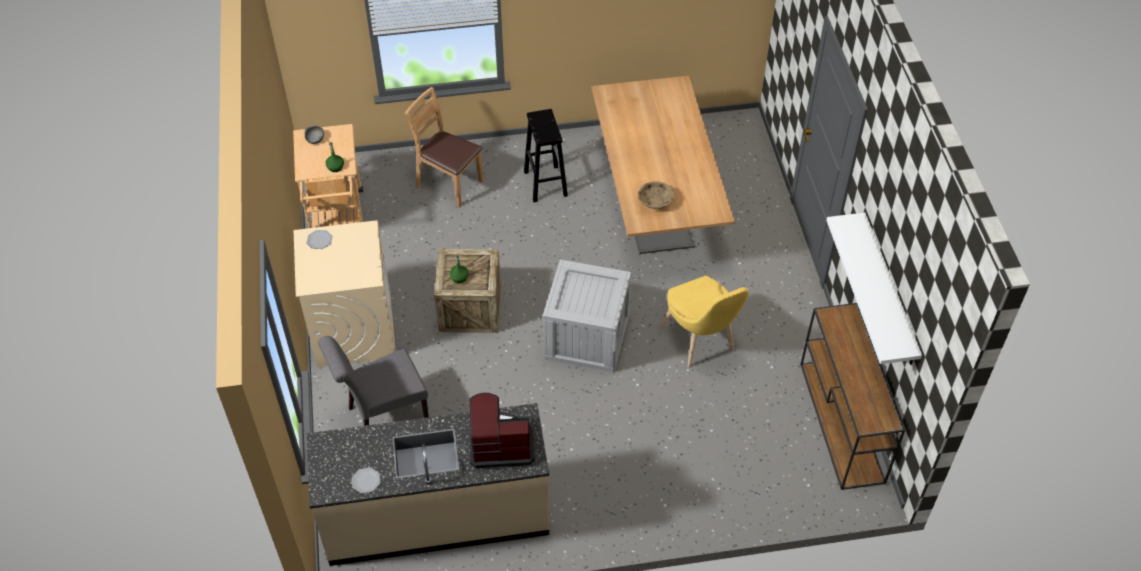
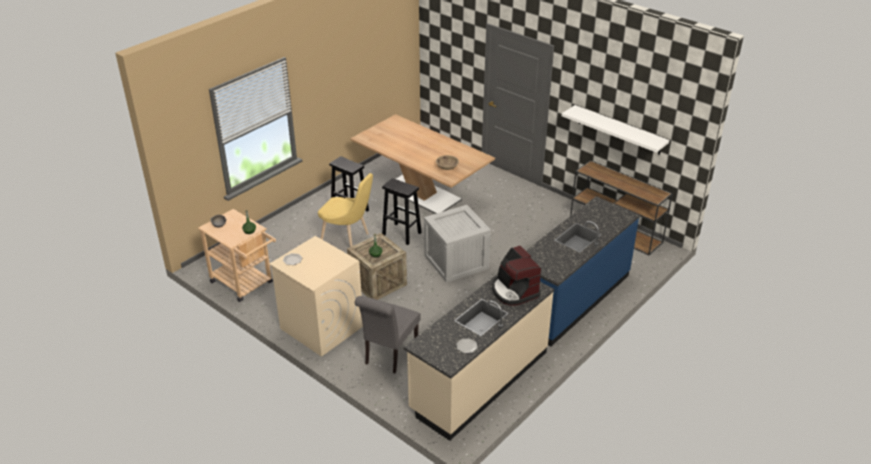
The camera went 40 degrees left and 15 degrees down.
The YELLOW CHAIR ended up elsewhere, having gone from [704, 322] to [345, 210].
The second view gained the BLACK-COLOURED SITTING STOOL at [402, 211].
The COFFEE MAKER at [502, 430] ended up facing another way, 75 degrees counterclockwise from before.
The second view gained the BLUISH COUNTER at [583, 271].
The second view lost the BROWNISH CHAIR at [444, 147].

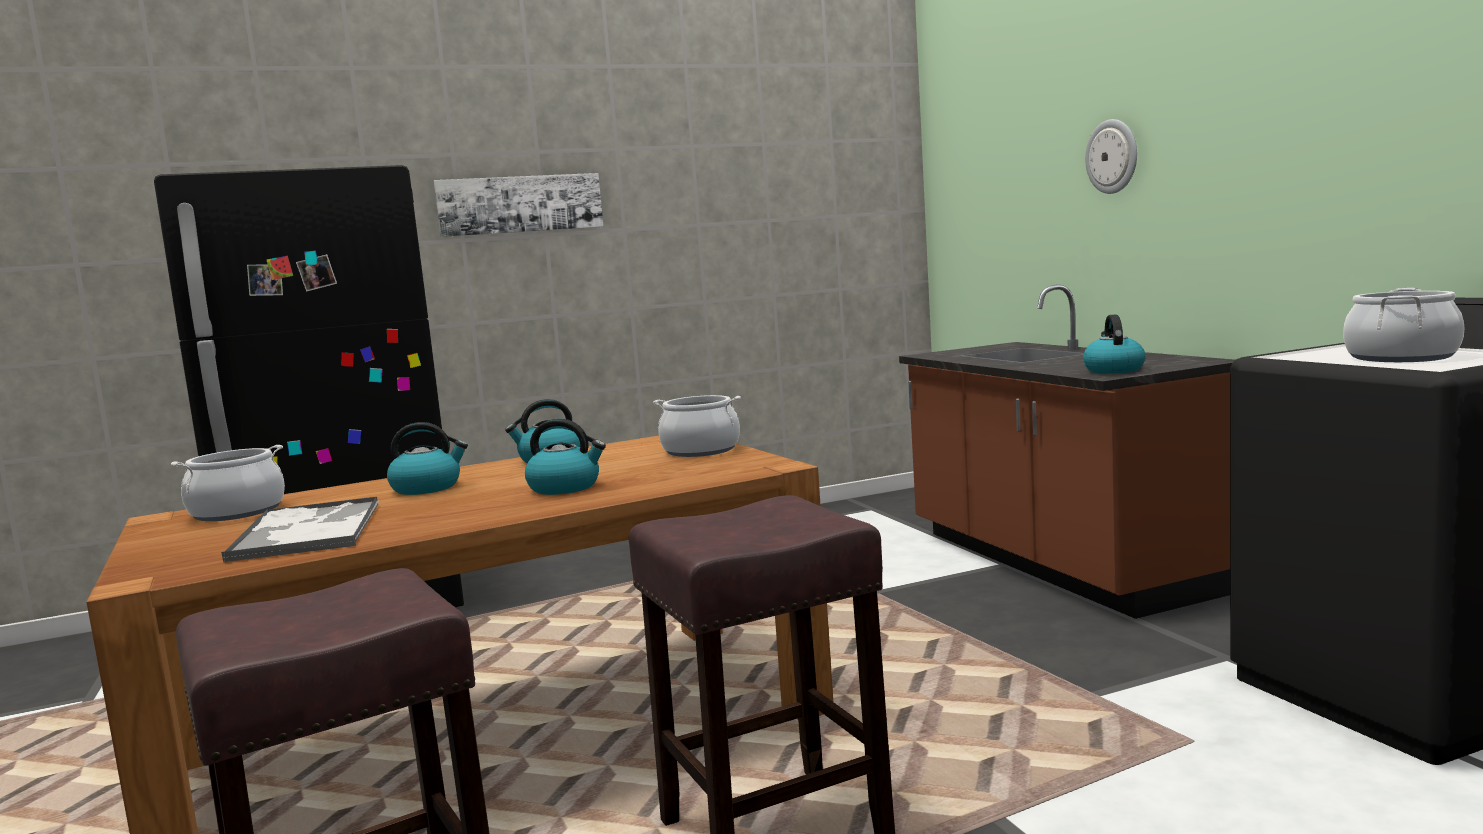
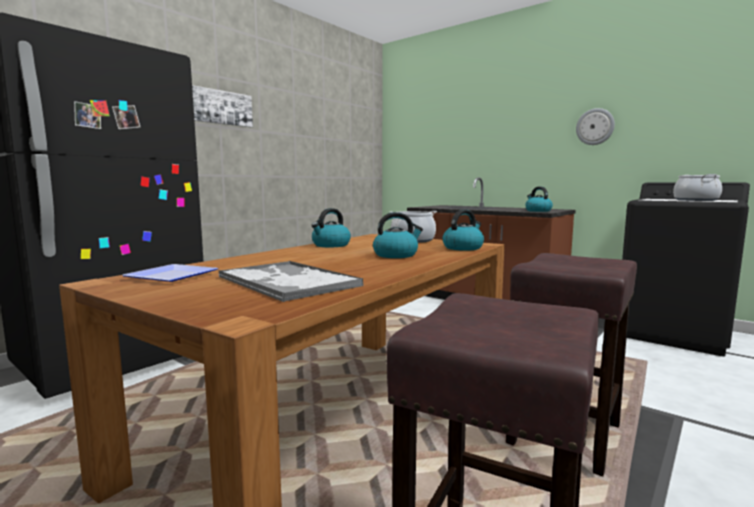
The camera went 30 degrees left and 0 degrees up.
Where the SAUCEPOT stood at [228, 483], the DINNER PLATE came to stand at [170, 273].
The TEA KETTLE ended up elsewhere, having gone from [427, 458] to [463, 230].
The WALL CLOCK ended up elsewhere, having gone from [1111, 156] to [595, 126].

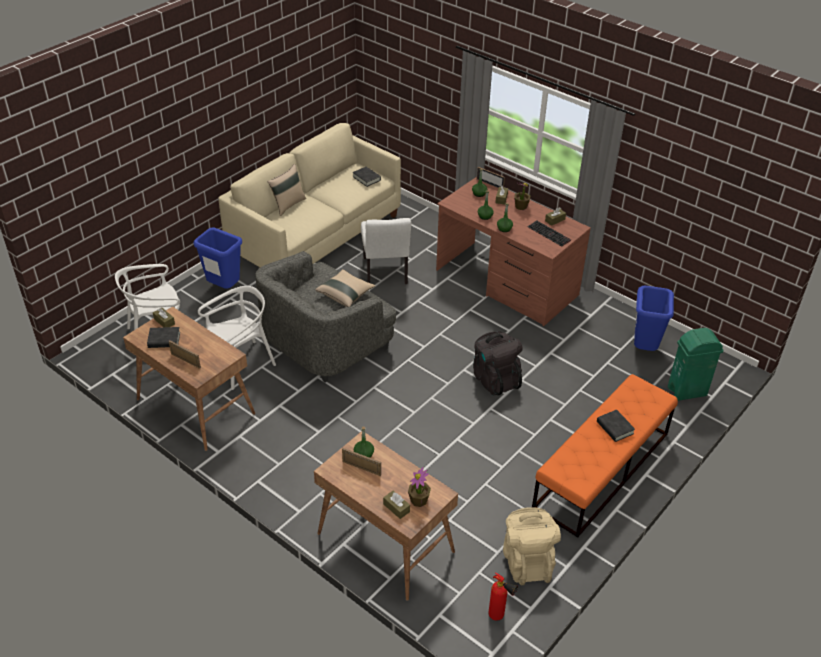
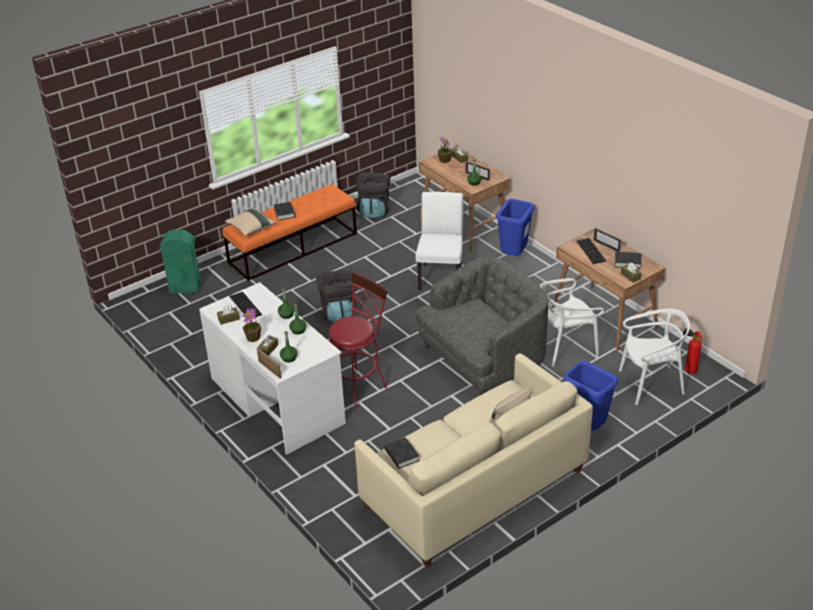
The camera went 165 degrees left and 5 degrees down.
What was the BROWNISH DESK UNIT at [513, 251] turned into the WHITE DESK UNIT at [272, 368].
The BEIGE CUSHION ended up elsewhere, having gone from [345, 288] to [250, 222].
The second view gained the RED-COLOURED SITTING STOOL at [358, 341].
What was the BEIGE BACKPACK at [532, 546] turned into the BLACK-COLOURED BACKPACK at [373, 195].
The WHITE CHAIR ended up elsewhere, having gone from [386, 251] to [439, 241].
The BLUISH WASTE BIN ended up elsewhere, having gone from [654, 318] to [515, 227].
The second view gained the KEYBOARD at [591, 251].
The EXTINGUISHER ended up elsewhere, having gone from [503, 597] to [692, 351].

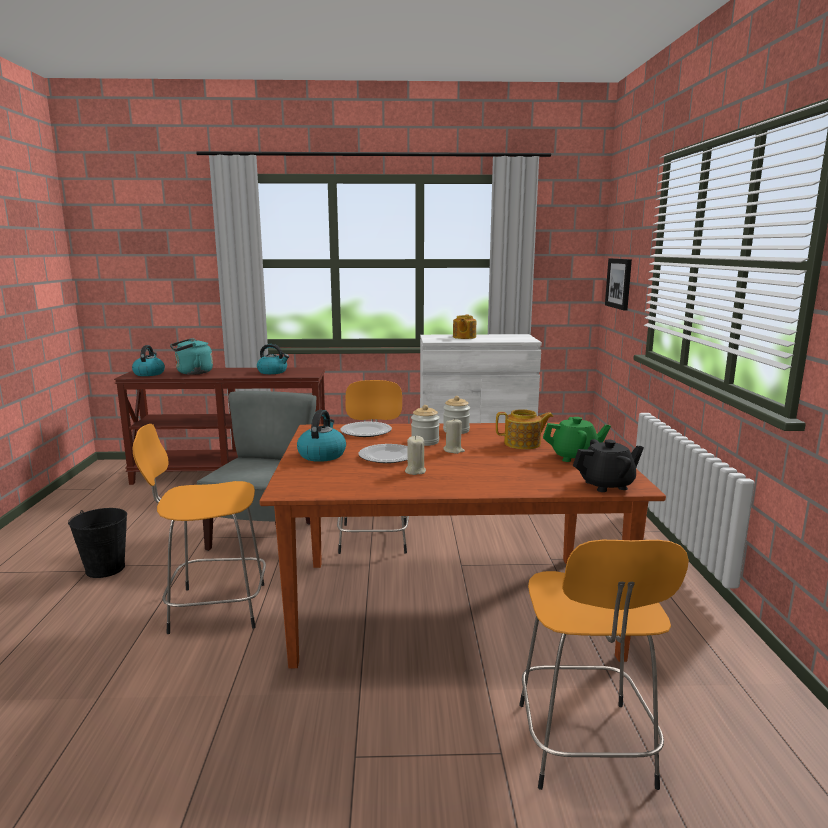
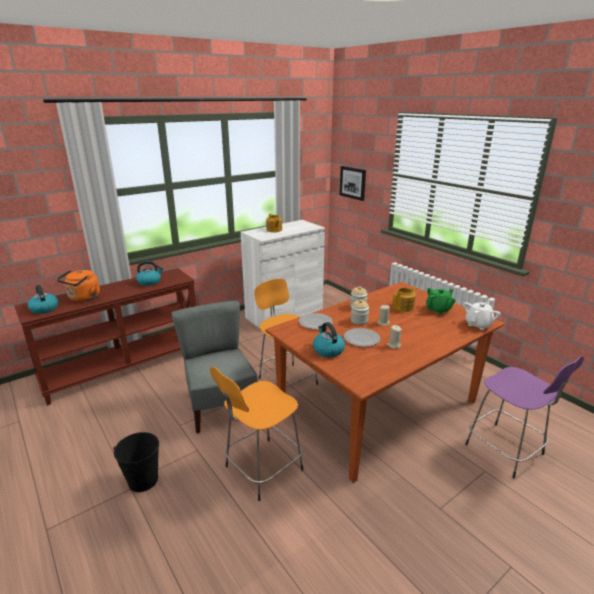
The camera went 35 degrees left and 10 degrees up.
What was the TURQUOISE-COLOURED TEA KETTLE at [191, 356] turned into the ORANGEY TEA KETTLE at [78, 286].
What was the BLACK-COLOURED POT FOR TEA at [608, 465] turned into the WHITE POT FOR TEA at [482, 315].
What was the ORANGEY SITTING STOOL at [604, 665] turned into the PURPLE-COLOURED SITTING STOOL at [524, 417].

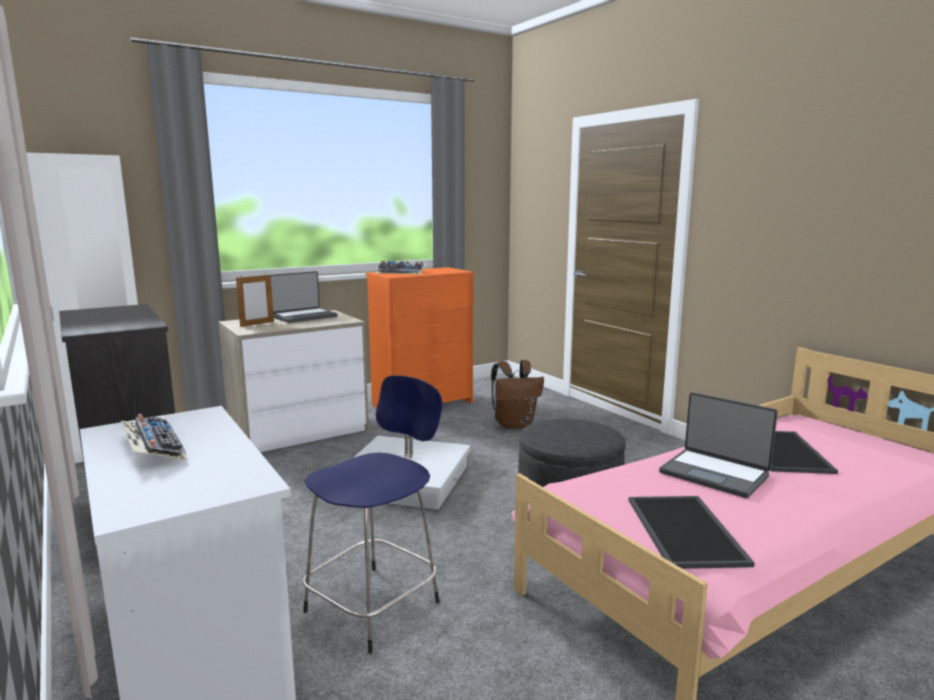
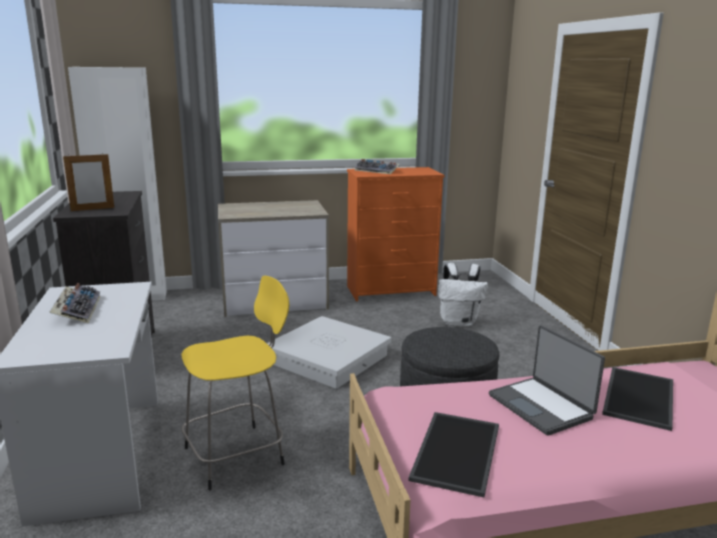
The camera went 20 degrees right and 5 degrees up.
The PHOTO FRAME ended up elsewhere, having gone from [255, 300] to [88, 182].
What was the BLUISH SITTING STOOL at [372, 514] turned into the YELLOW SITTING STOOL at [235, 383].
What was the BROWNISH BACKPACK at [517, 394] turned into the WHITE BACKPACK at [463, 295].
The second view lost the PORTABLE COMPUTER at [304, 297].

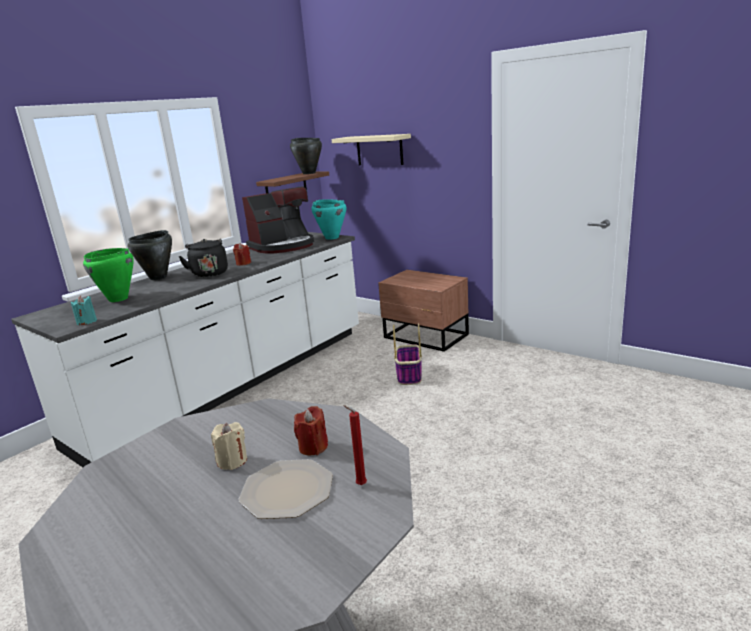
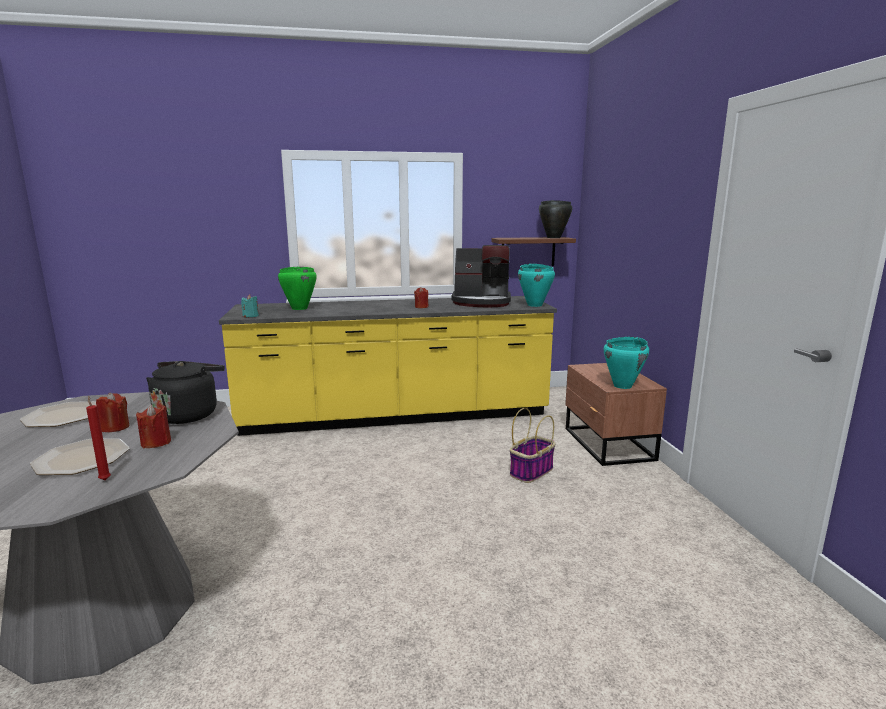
The camera went 40 degrees right and 5 degrees down.
The second view gained the DINNER PLATE at [58, 414].
What was the BEIGE WAX LIGHT at [229, 446] turned into the RED-COLOURED WAX LIGHT at [113, 412].
The BLACK-COLOURED TEA KETTLE ended up elsewhere, having gone from [203, 258] to [185, 392].
What was the WHITE COUNTER at [185, 349] turned into the YELLOW COUNTER at [388, 366].
The second view gained the TURQUOISE-COLOURED SAUCEPOT at [626, 363].
The second view lost the BLACK-COLOURED SAUCEPOT at [150, 255].
The second view lost the BEIGE SHELF at [371, 149].

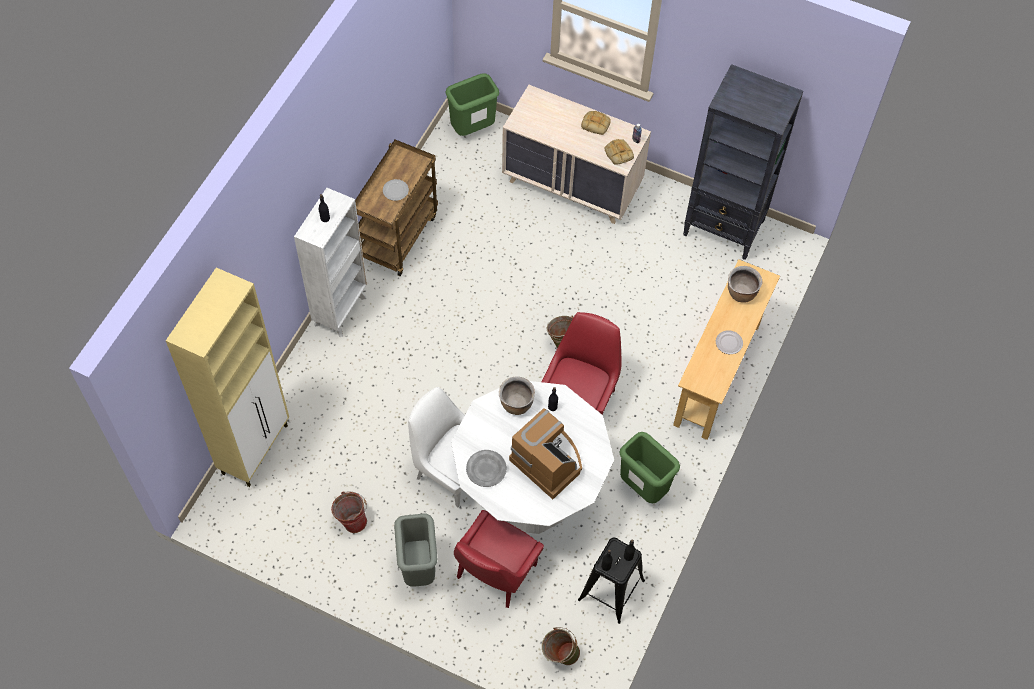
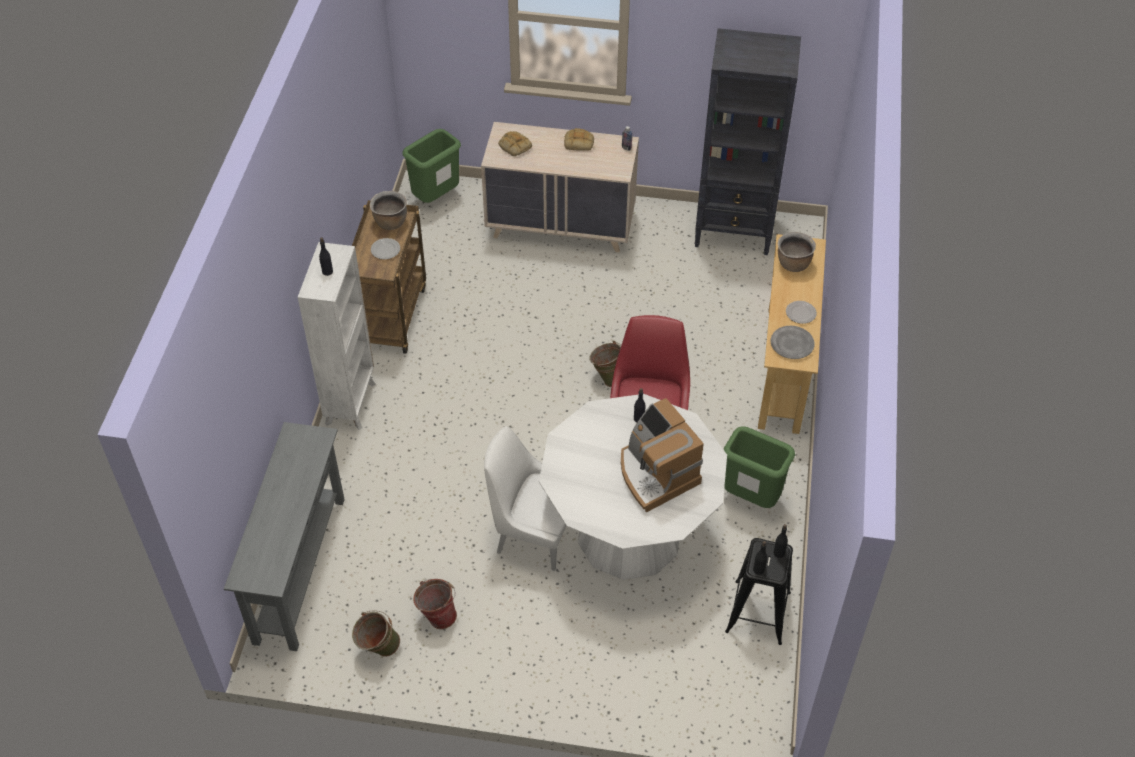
The camera went 15 degrees left and 10 degrees down.
Where the BEIGE STORAGE CABINET stood at [227, 377], the GREYISH NARROW TABLE came to stand at [284, 536].
The GREEN-COLOURED PAIL ended up elsewhere, having gone from [561, 646] to [376, 633].
The BROWNISH SAUCEPOT ended up elsewhere, having gone from [517, 395] to [388, 210].
The BREAD ended up elsewhere, having gone from [619, 152] to [515, 143].
The COFFEE MAKER at [545, 453] ended up facing another way, 150 degrees counterclockwise from before.
The GREYISH DINNER PLATE ended up elsewhere, having gone from [486, 468] to [793, 342].
The second view lost the GREYISH WASTE BIN at [415, 550].
The second view lost the RED-COLOURED CHAIR at [499, 559].

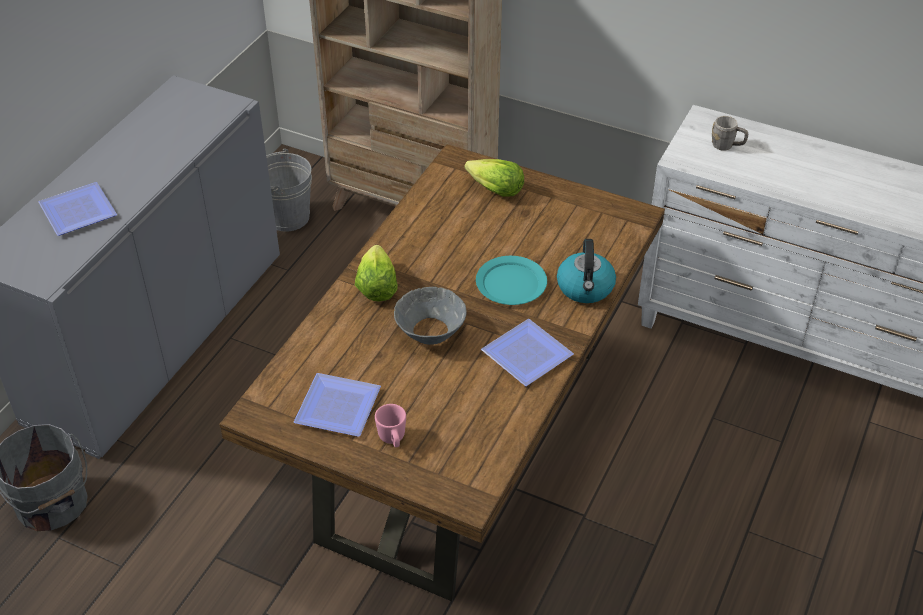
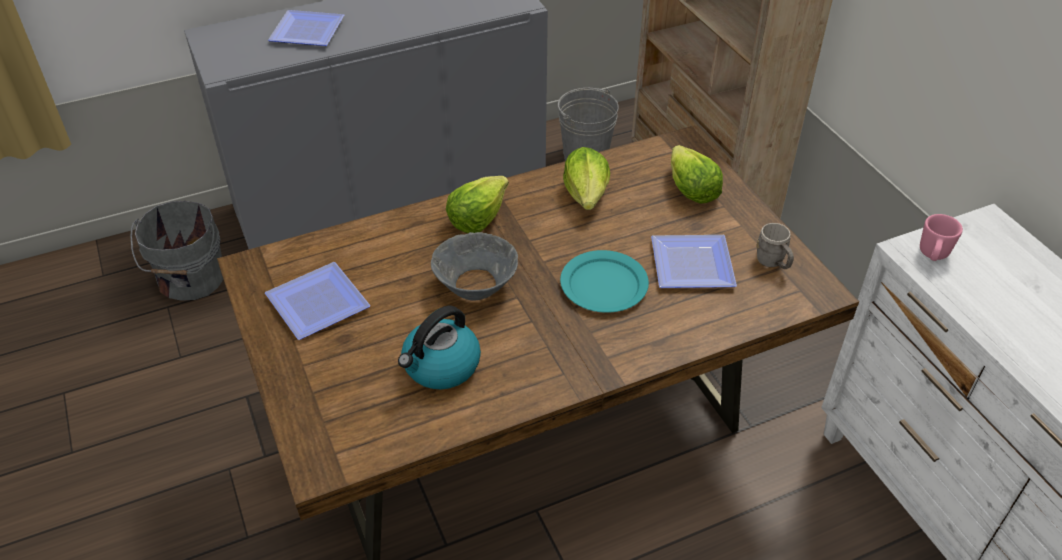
The camera went 40 degrees right and 0 degrees up.
The TEA KETTLE ended up elsewhere, having gone from [586, 271] to [439, 347].
The second view gained the LETTUCE at [586, 178].
The DINNER PLATE ended up elsewhere, having gone from [527, 352] to [694, 261].
The GREYISH TEA MUG ended up elsewhere, having gone from [730, 133] to [775, 246].
The PINK TEA MUG ended up elsewhere, having gone from [390, 425] to [941, 237].

